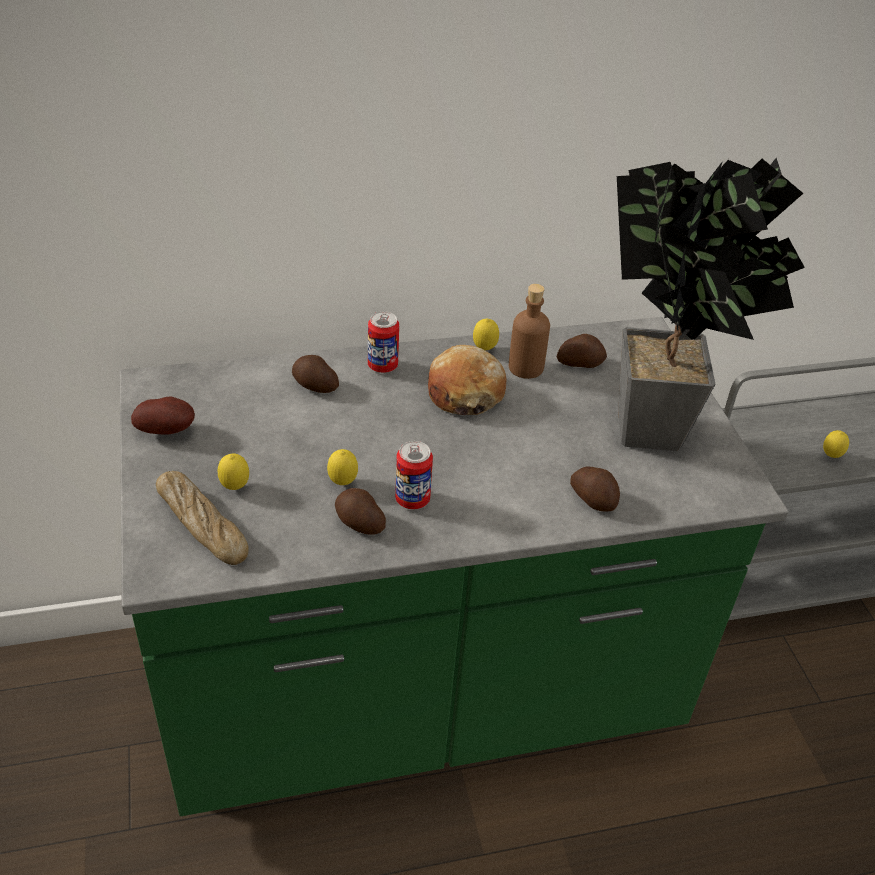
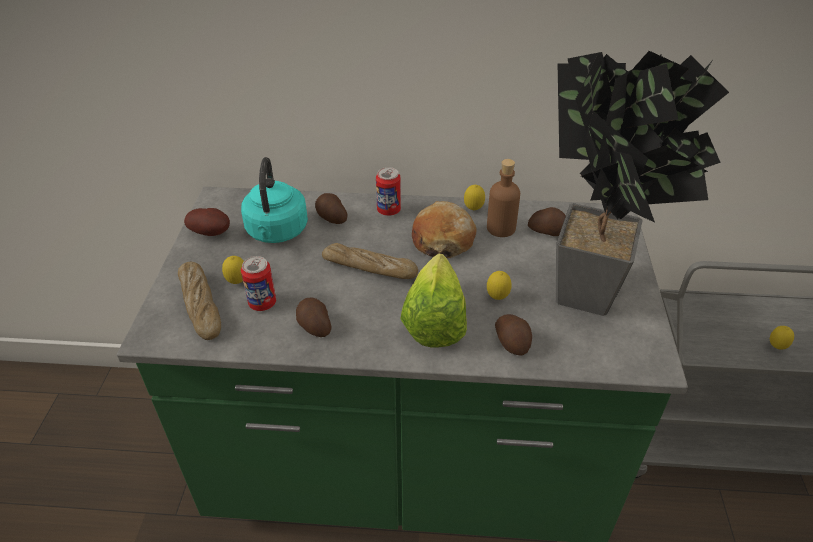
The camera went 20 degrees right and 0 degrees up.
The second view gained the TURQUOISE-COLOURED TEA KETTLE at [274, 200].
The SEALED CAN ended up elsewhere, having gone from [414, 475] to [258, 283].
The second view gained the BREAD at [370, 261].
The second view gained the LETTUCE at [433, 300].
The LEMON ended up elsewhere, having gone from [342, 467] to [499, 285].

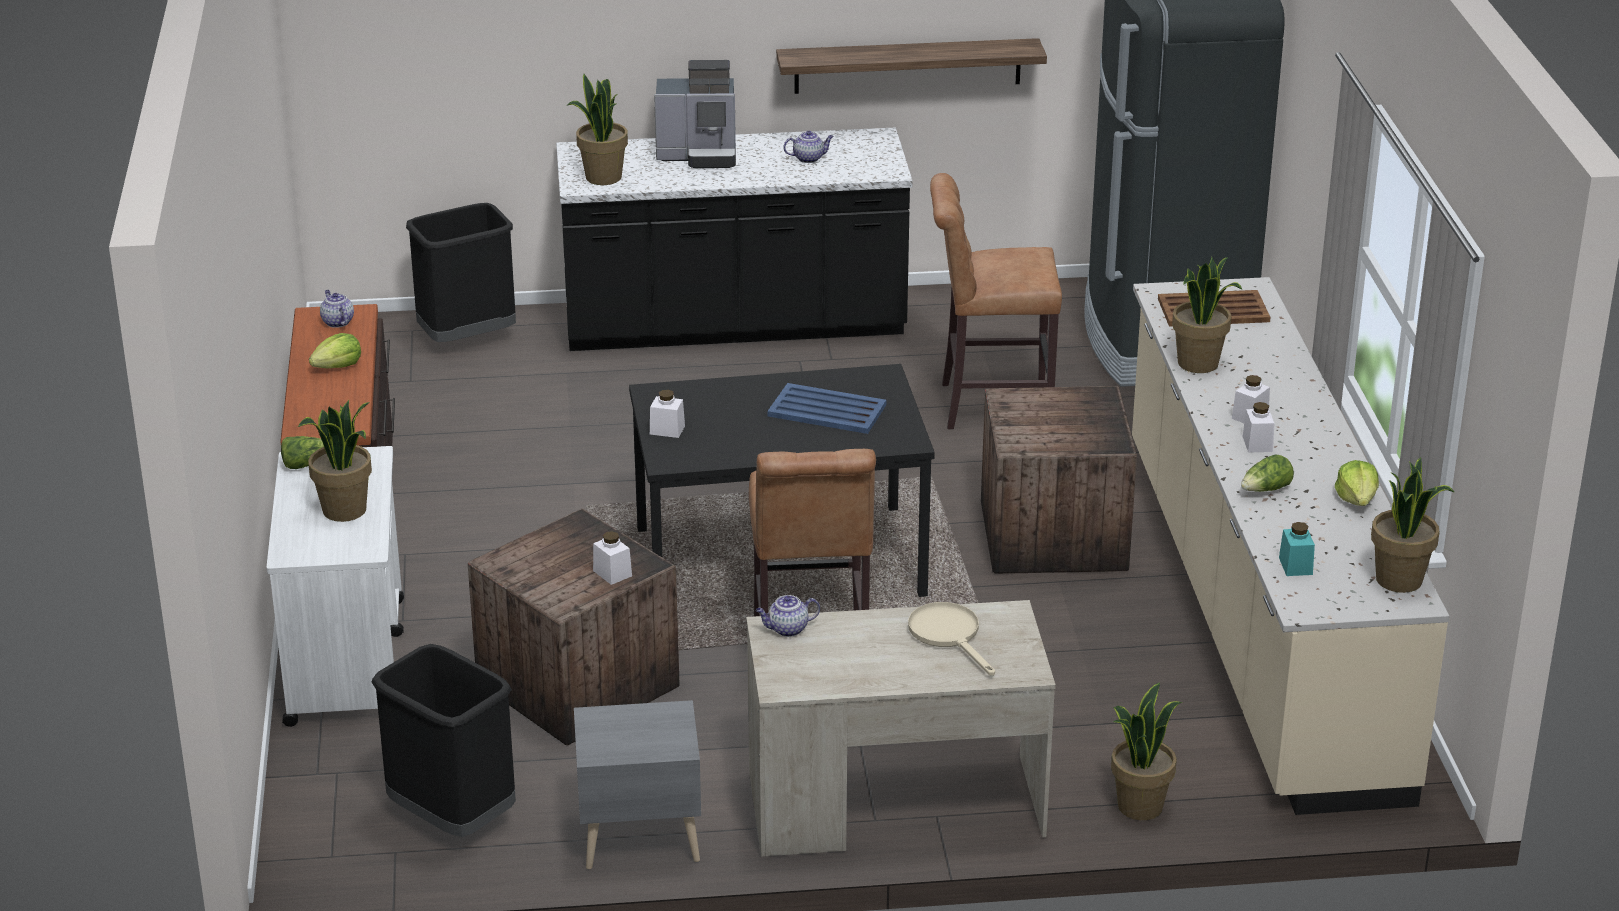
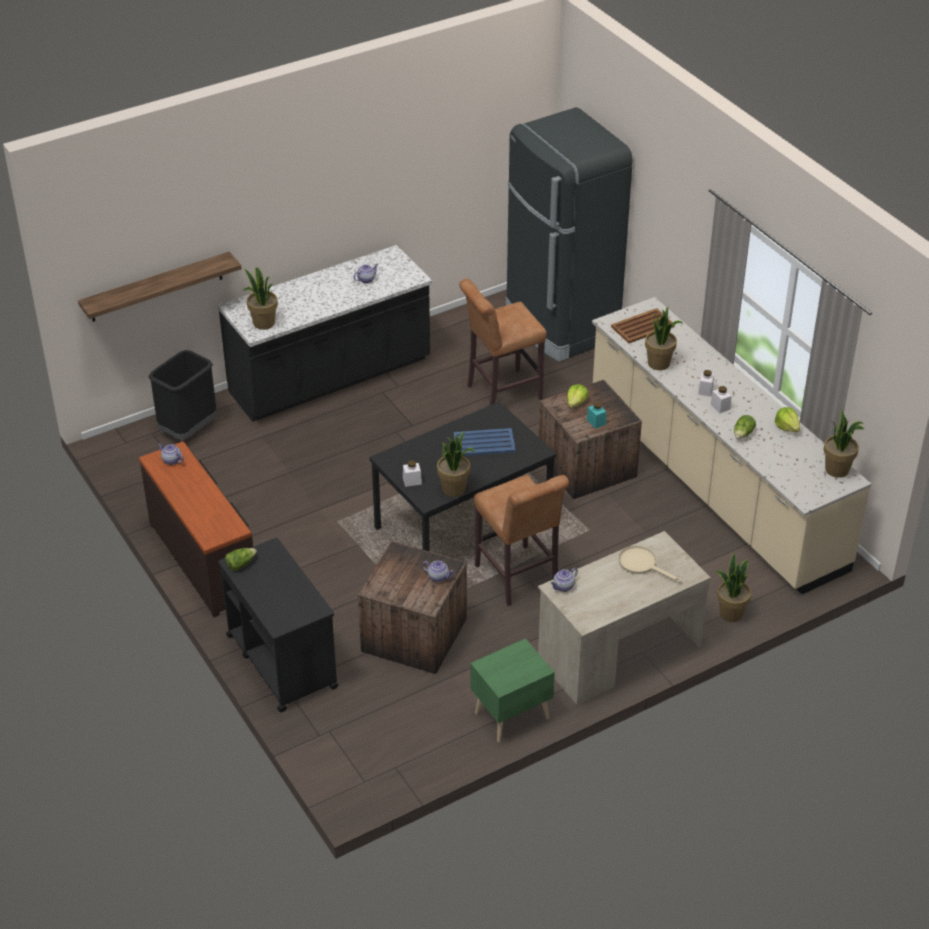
The camera went 25 degrees left and 10 degrees up.
The SHELF ended up elsewhere, having gone from [911, 66] to [160, 287].
What was the WHITE CART at [335, 586] turned into the BLACK-COLOURED CART at [278, 625].
Where the WHITE JAR stood at [612, 558], the POT FOR TEA came to stand at [438, 571].
The POTTED PLANT ended up elsewhere, having gone from [335, 461] to [456, 464].
What was the GREYISH NIGHT TABLE at [637, 784] turned into the GREEN-COLOURED NIGHT TABLE at [512, 690].
The LETTUCE ended up elsewhere, having gone from [335, 350] to [578, 396].
The TURQUOISE-COLOURED JAR ended up elsewhere, having gone from [1297, 549] to [596, 415].
The second view lost the BLACK-COLOURED WASTE BIN at [444, 740].
The second view lost the COFFEE MAKER at [695, 114].

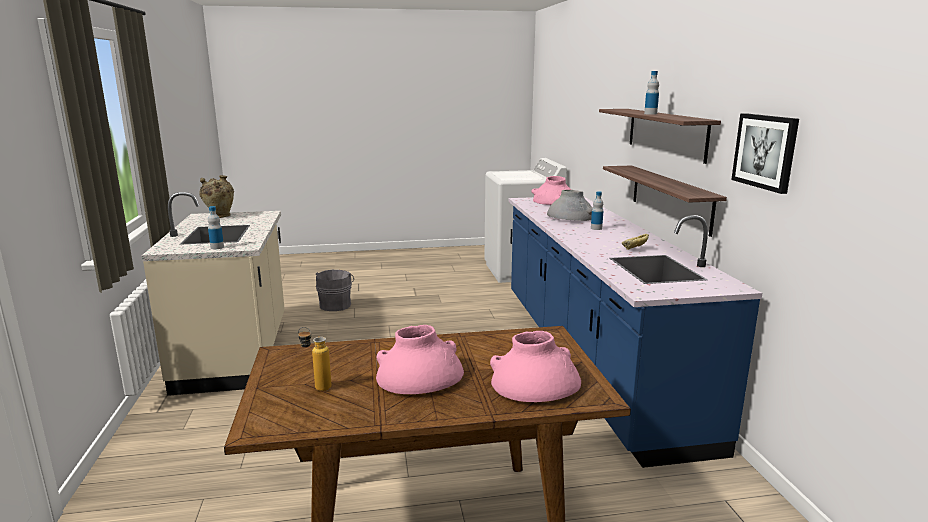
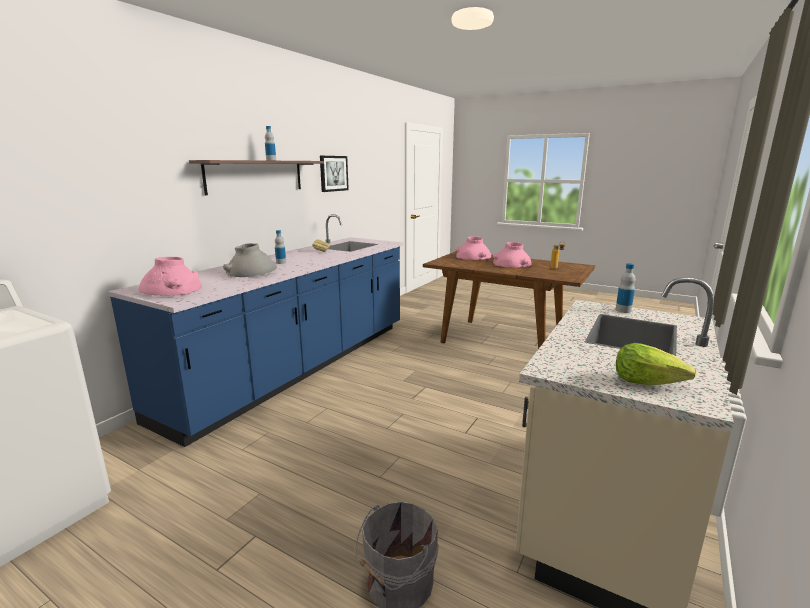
The camera went 140 degrees left and 0 degrees up.
Where the BEIGE DECORATIVE VASE stood at [216, 196], the LETTUCE came to stand at [656, 364].
The second view lost the SHELF at [665, 201].

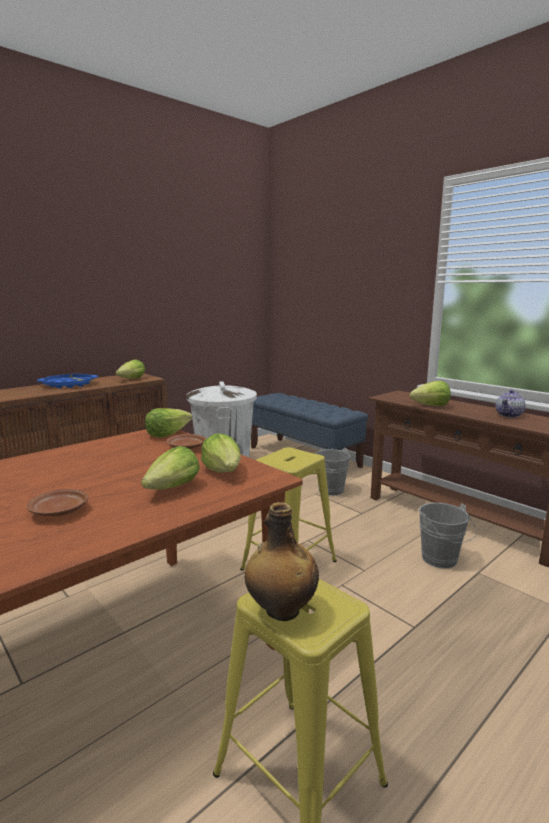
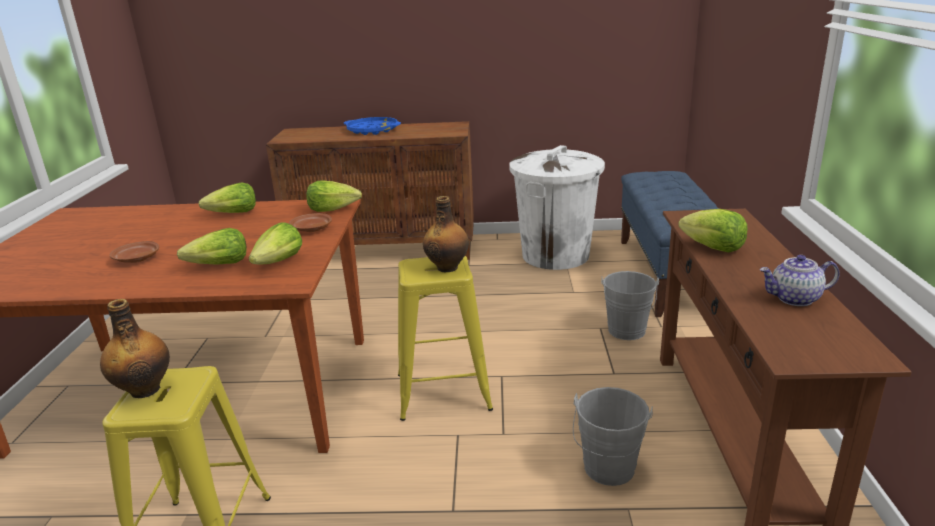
The camera went 45 degrees right and 10 degrees up.
The LETTUCE ended up elsewhere, having gone from [130, 369] to [227, 197].
The second view gained the BOTTLE at [446, 234].

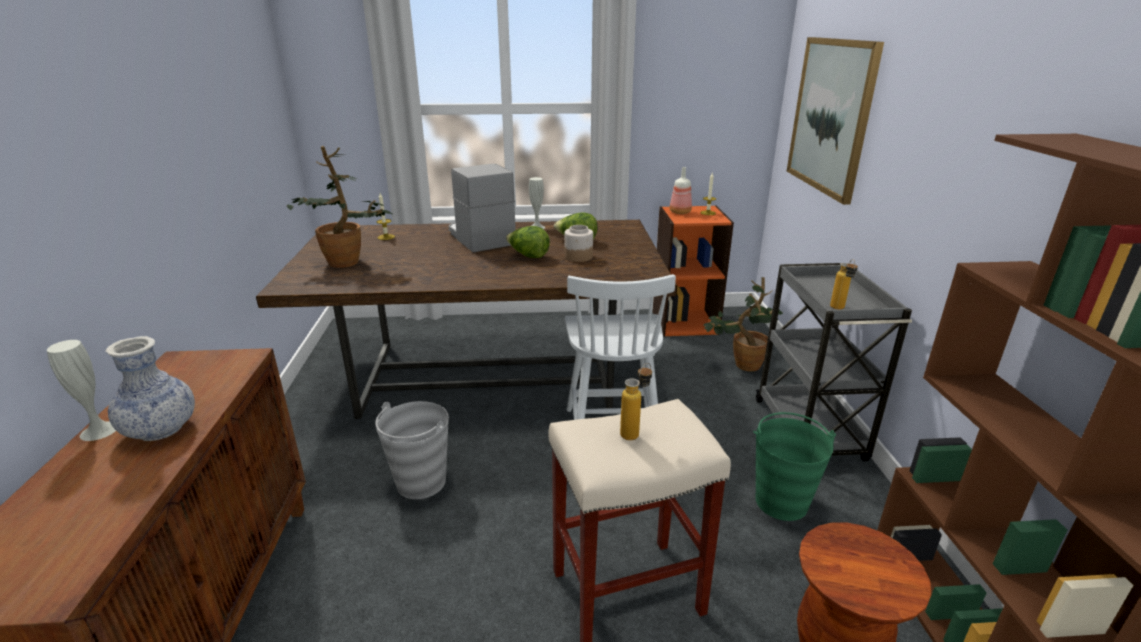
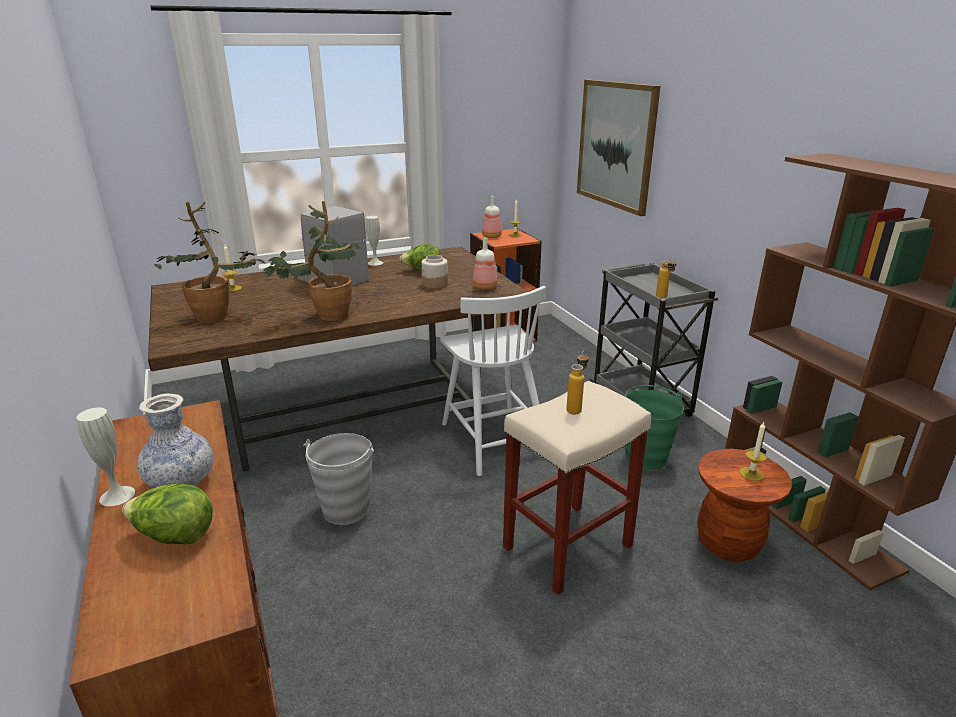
The camera went 20 degrees left and 0 degrees up.
The LETTUCE ended up elsewhere, having gone from [528, 242] to [167, 514].
The POTTED PLANT ended up elsewhere, having gone from [743, 324] to [312, 261].
The second view gained the BOTTLE at [485, 263].
The second view gained the WAX LIGHT at [753, 451].

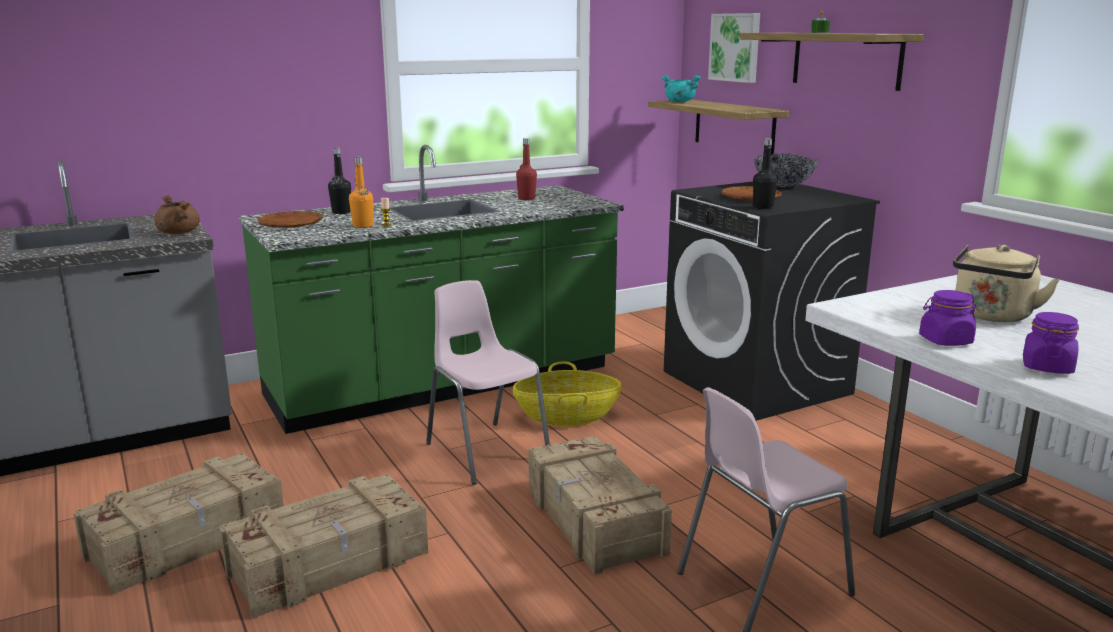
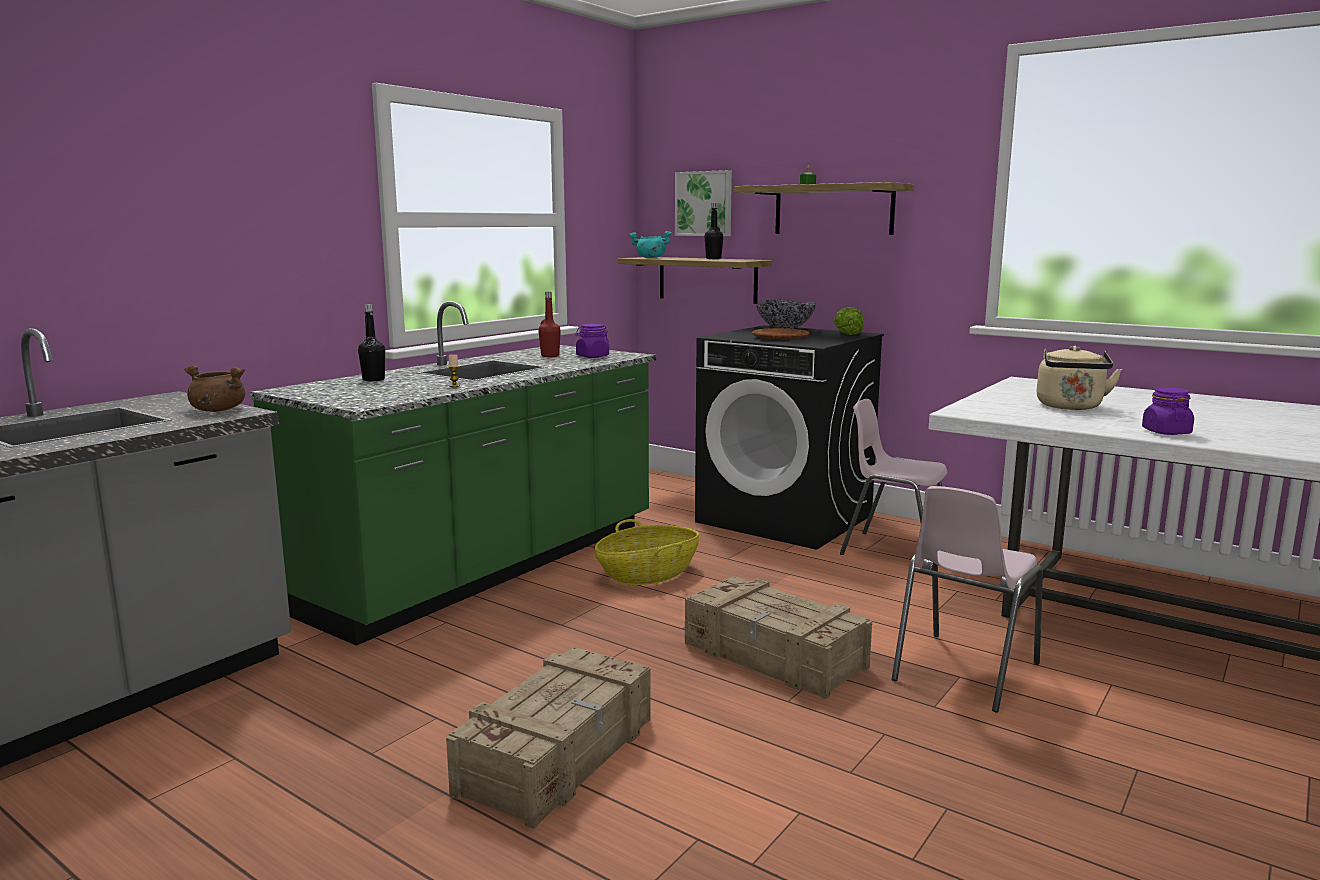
The camera went 25 degrees left and 5 degrees down.
The PURPLE-COLOURED JAR ended up elsewhere, having gone from [947, 318] to [592, 341].
The BLACK-COLOURED BOTTLE ended up elsewhere, having gone from [765, 174] to [714, 231].
The second view gained the LETTUCE at [848, 321].
The PINK CHAIR ended up elsewhere, having gone from [488, 382] to [893, 484].
The second view lost the SHIPPING CRATE at [178, 524].
The second view lost the BROWNISH DINNER PLATE at [290, 219].
The second view lost the ORANGEY BOTTLE at [361, 192].

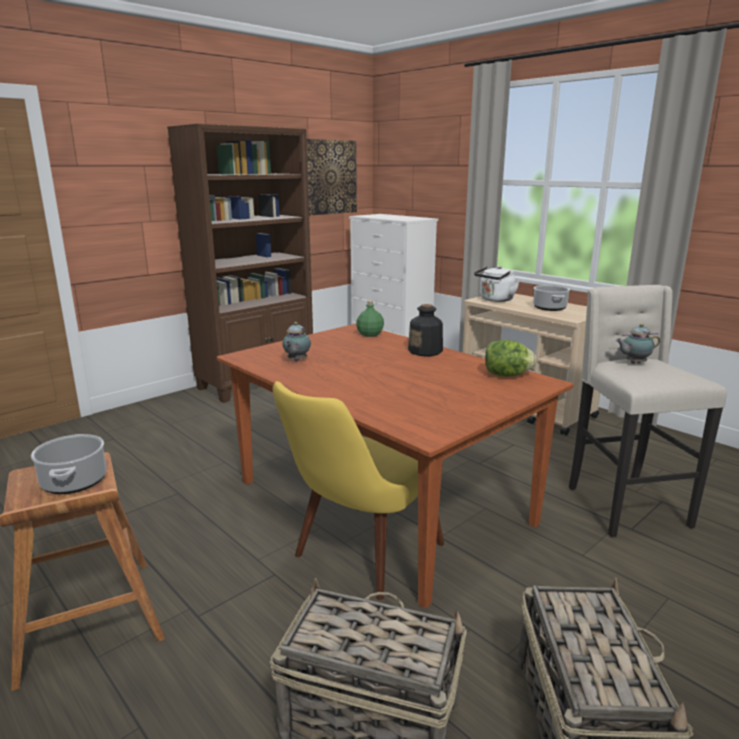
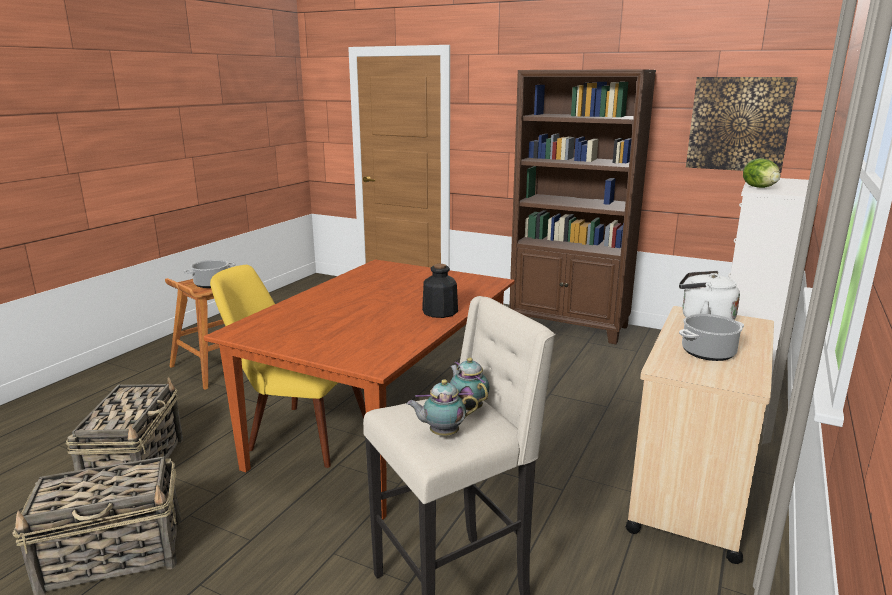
The camera went 70 degrees right and 0 degrees up.
The POT FOR TEA ended up elsewhere, having gone from [296, 341] to [443, 407].
The LETTUCE ended up elsewhere, having gone from [510, 358] to [761, 173].
The second view lost the GREEN-COLOURED BOTTLE at [370, 318].

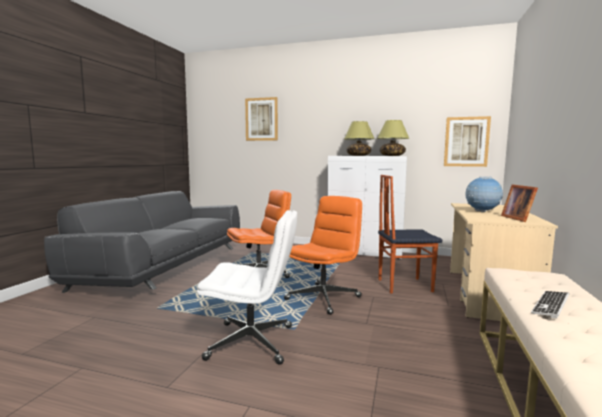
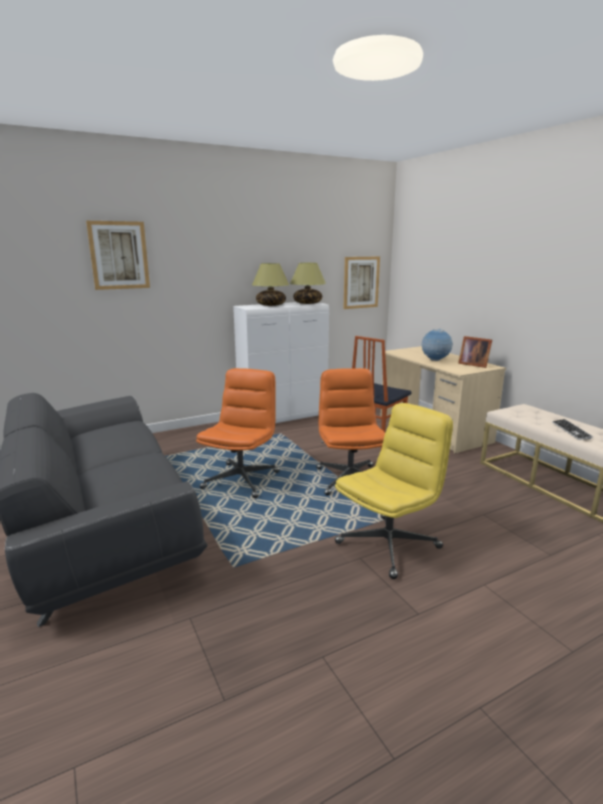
The camera went 45 degrees left and 10 degrees up.
What was the WHITE OFFICE CHAIR at [247, 287] turned into the YELLOW OFFICE CHAIR at [394, 491].

